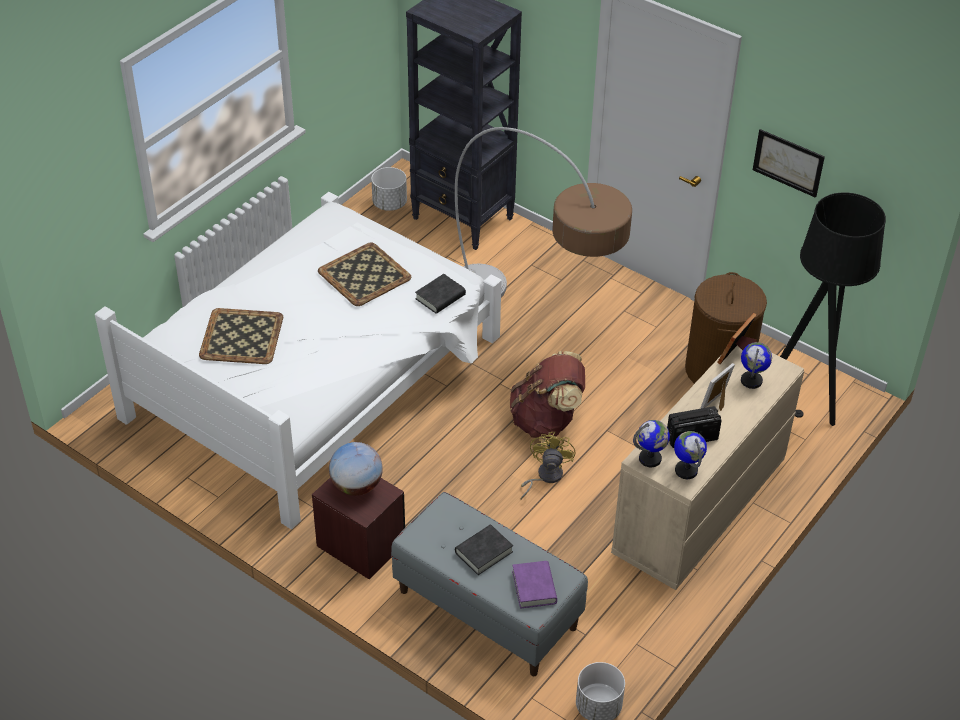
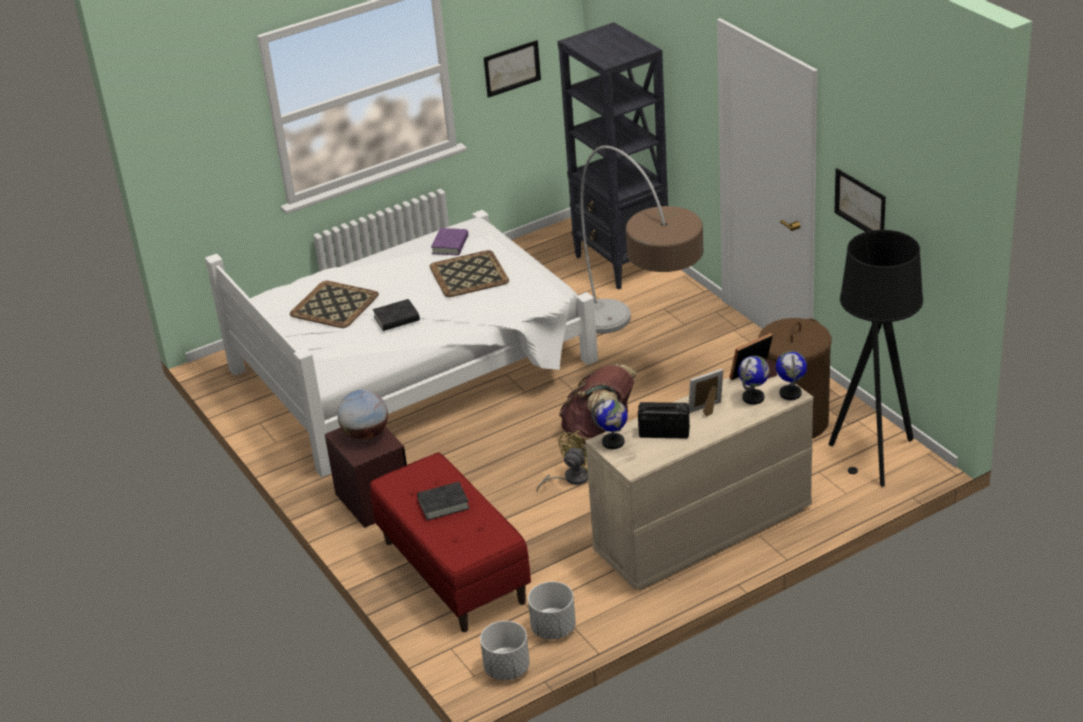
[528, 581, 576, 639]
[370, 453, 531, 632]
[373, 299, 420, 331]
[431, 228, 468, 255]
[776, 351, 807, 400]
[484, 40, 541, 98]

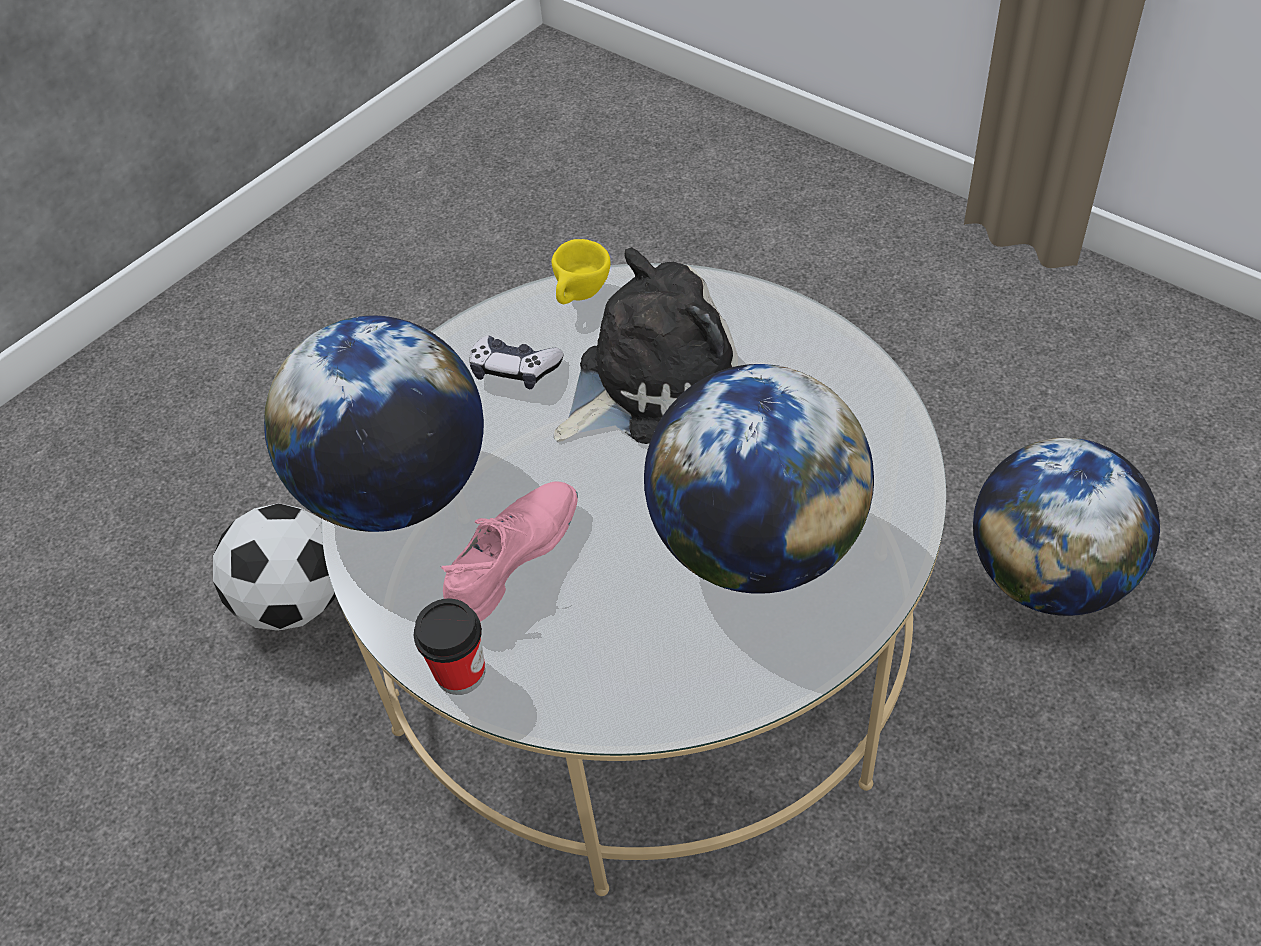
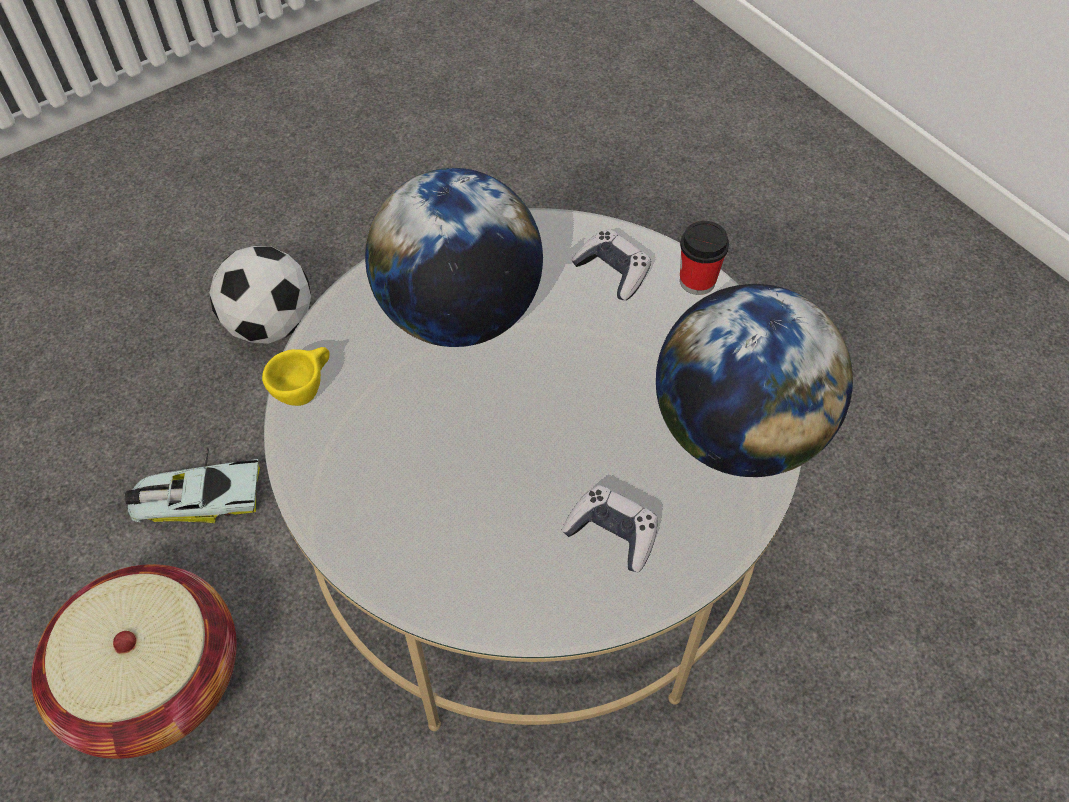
[209, 246, 311, 344]
[441, 481, 578, 622] (first image)
[262, 347, 330, 406]
[554, 247, 738, 444] (first image)
[125, 448, 260, 523]
[31, 564, 237, 759]
[571, 229, 651, 300]

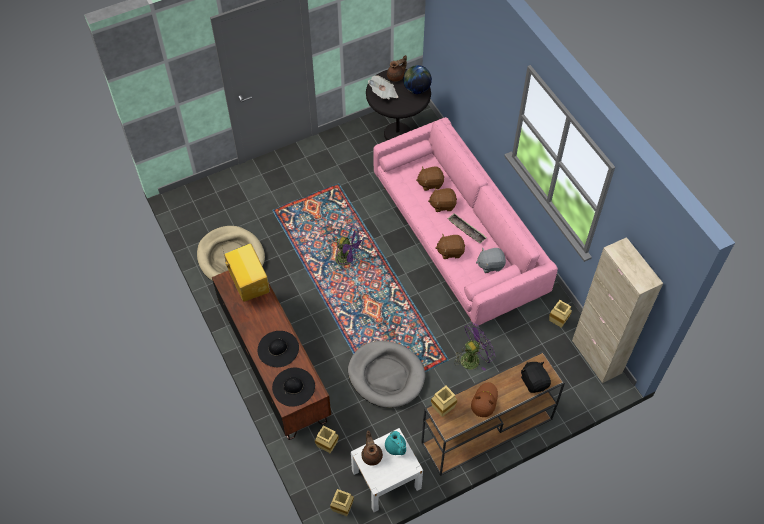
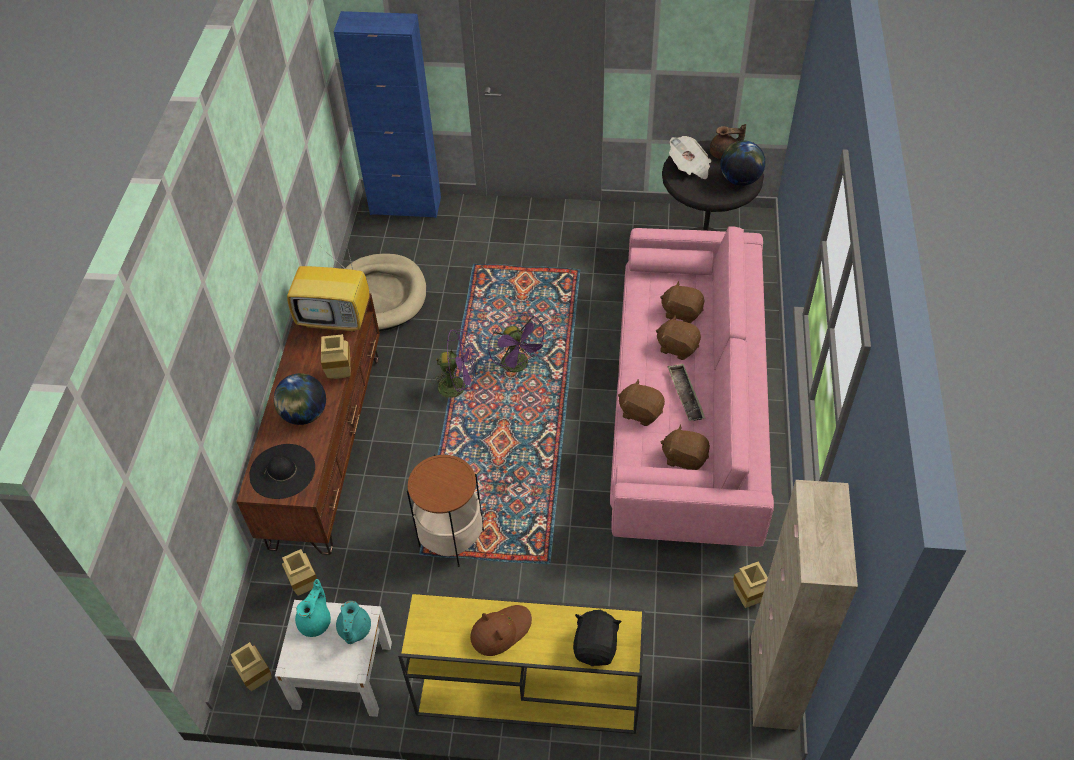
[287, 242, 369, 332]
[274, 373, 326, 425]
[407, 454, 484, 567]
[295, 579, 331, 637]
[398, 591, 645, 734]
[321, 334, 350, 379]
[430, 329, 476, 406]
[661, 424, 710, 470]
[334, 11, 441, 218]

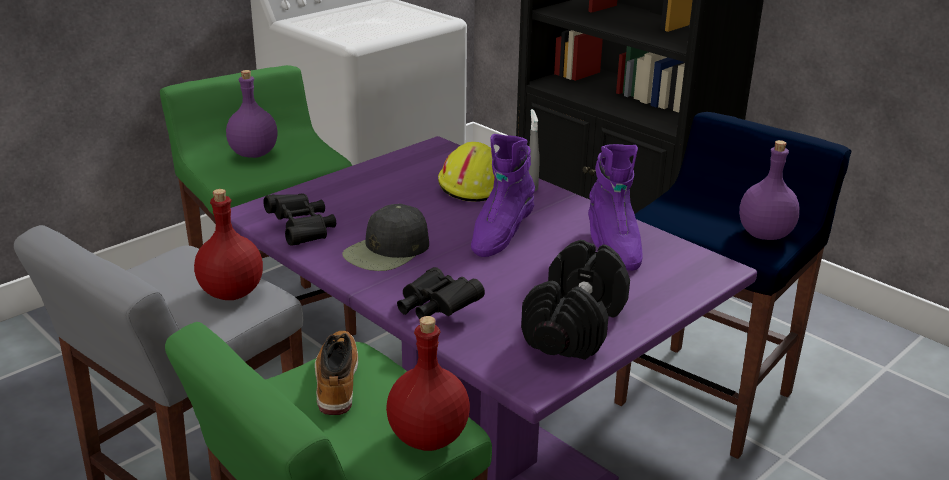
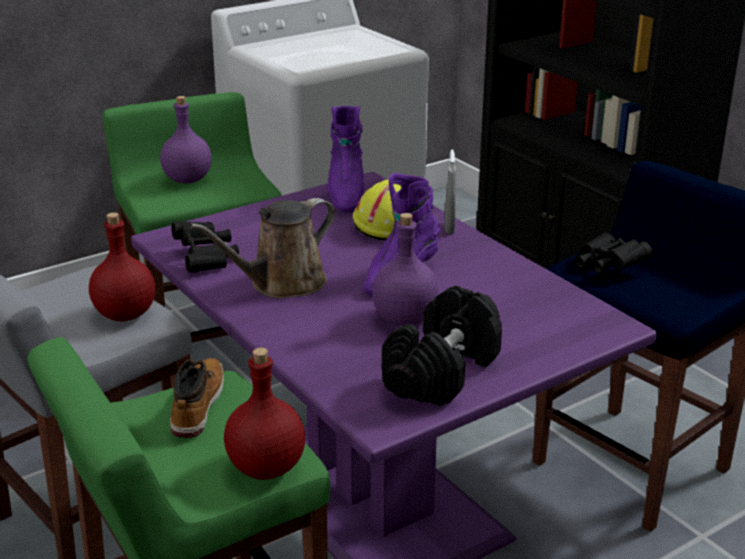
[189, 198, 335, 298]
[575, 233, 653, 273]
[327, 106, 364, 213]
[373, 213, 439, 326]

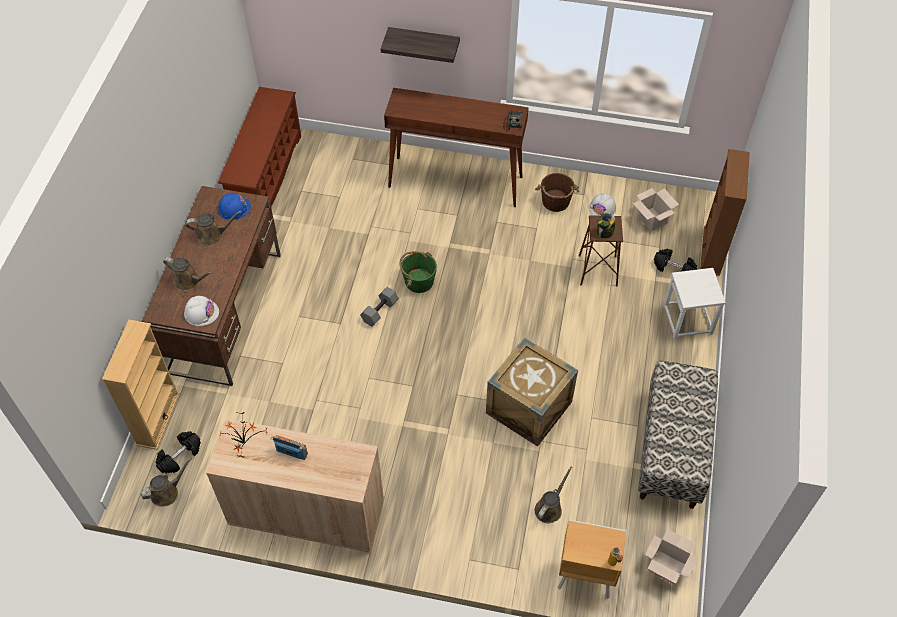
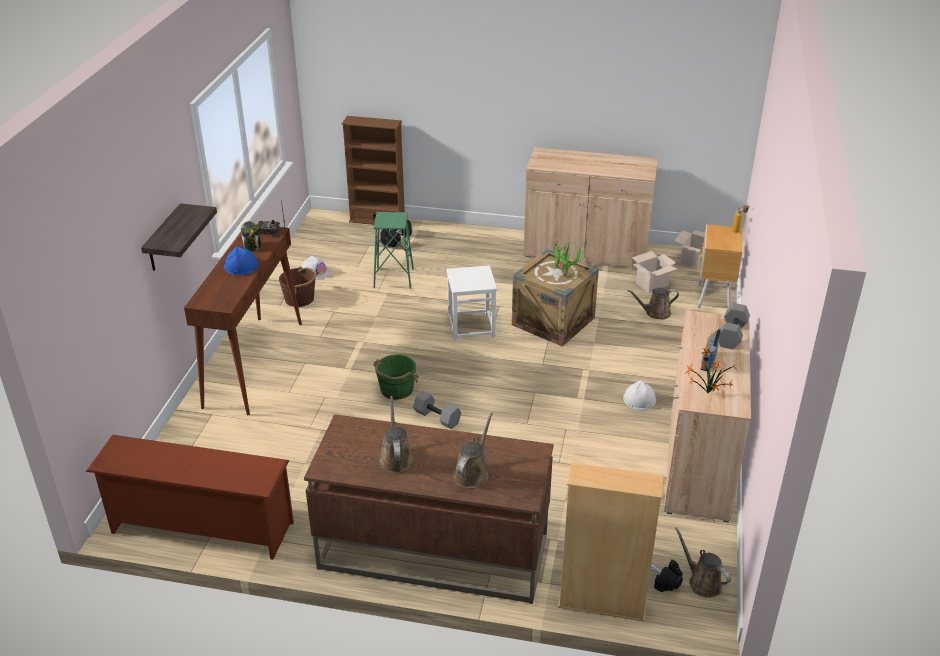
[623, 380, 656, 411]
[224, 246, 258, 275]
[627, 287, 679, 320]
[373, 212, 414, 289]
[241, 221, 261, 251]
[632, 251, 677, 293]
[523, 147, 658, 268]
[447, 265, 497, 341]
[552, 241, 585, 276]
[719, 303, 750, 350]

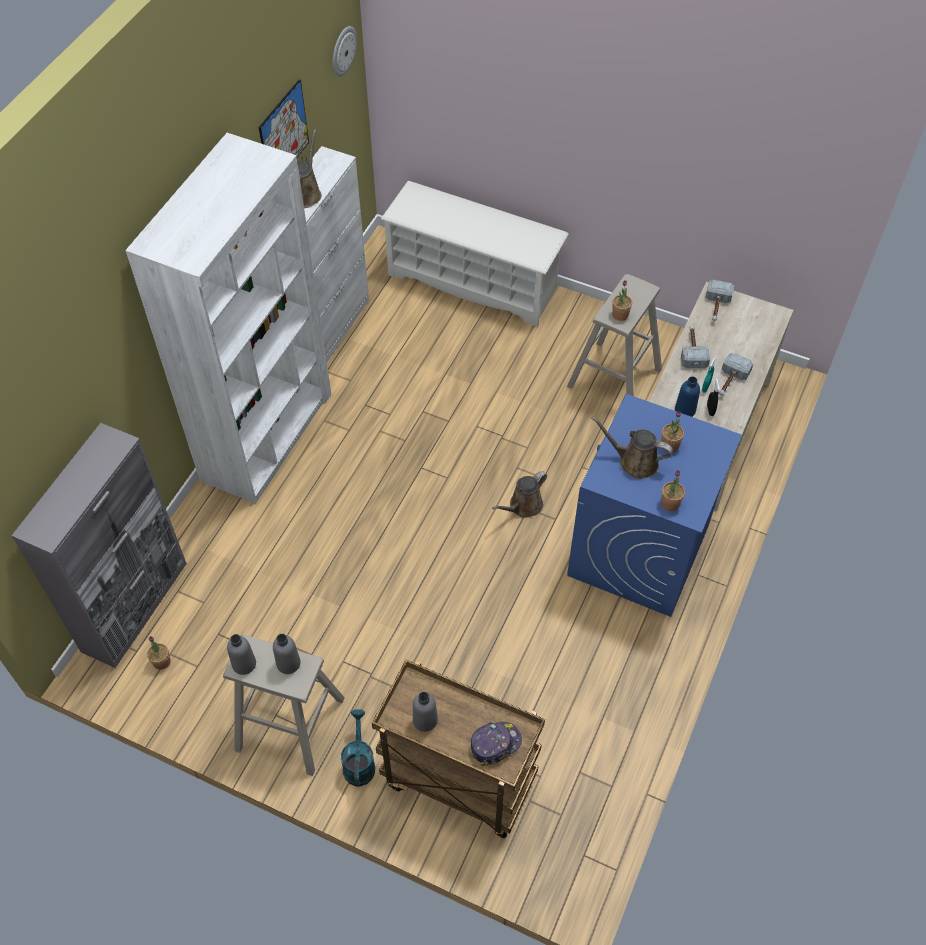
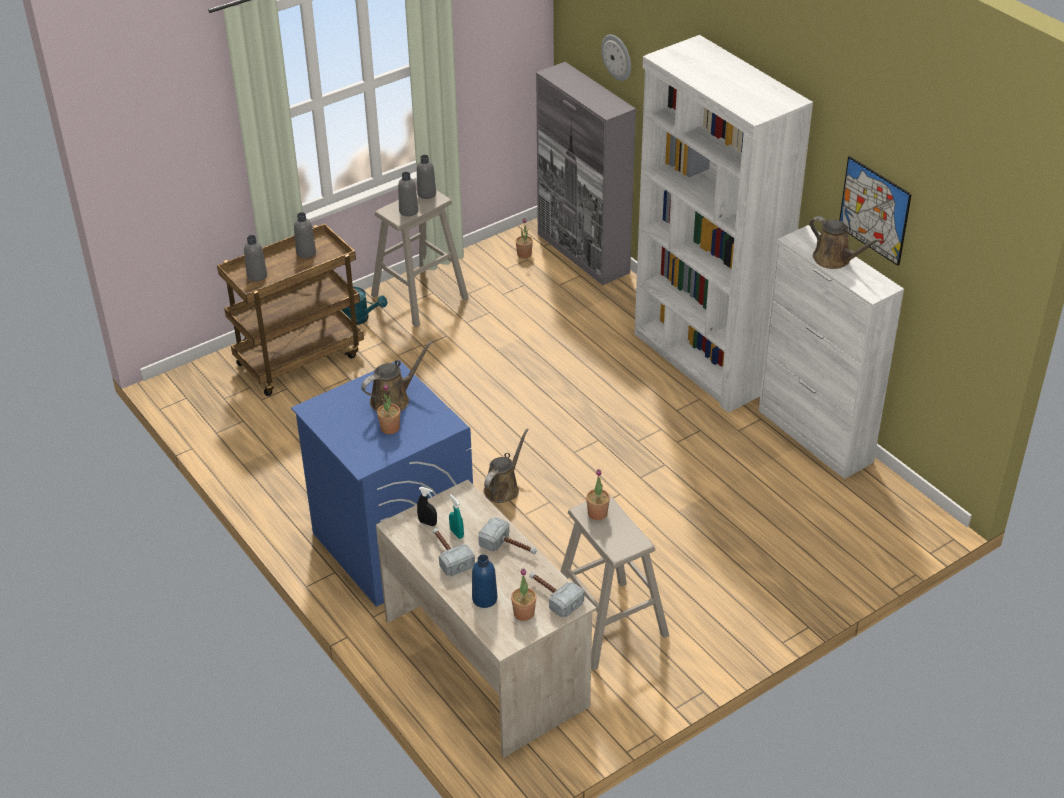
[601, 34, 631, 81]
[381, 181, 569, 327] (first image)
[244, 235, 267, 281]
[483, 428, 529, 503]
[511, 568, 536, 621]
[472, 555, 497, 608]

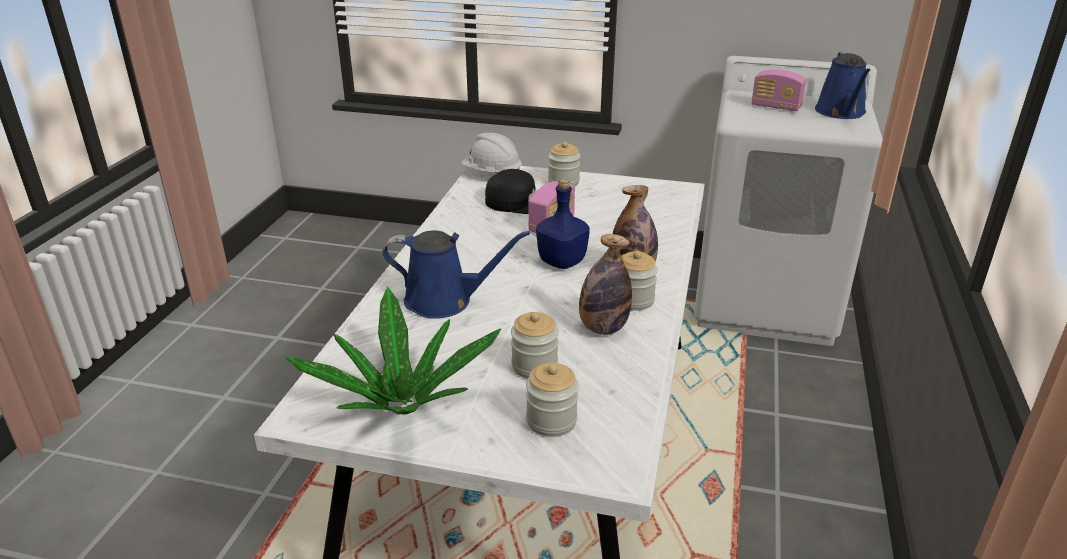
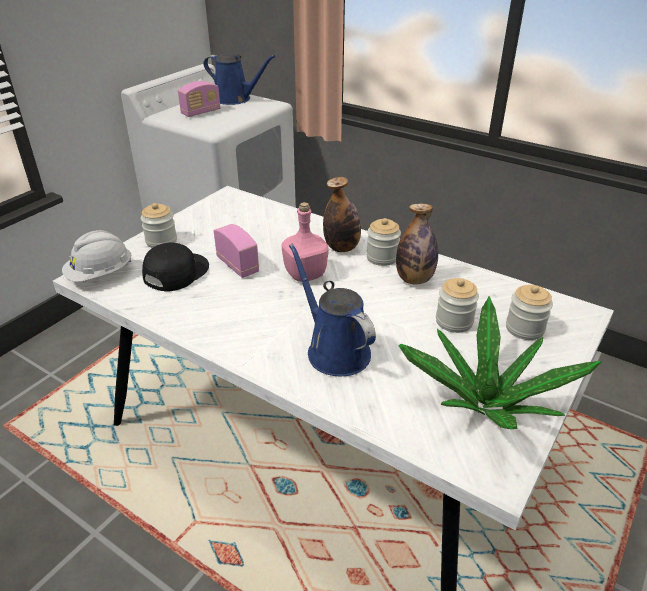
[289, 244, 376, 376]
[282, 202, 329, 282]

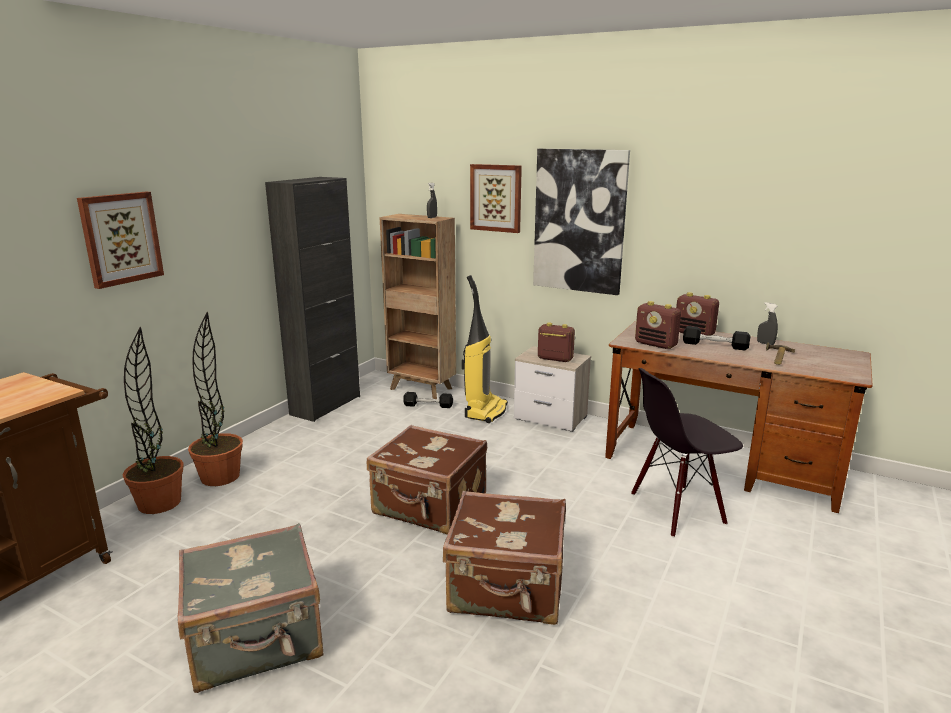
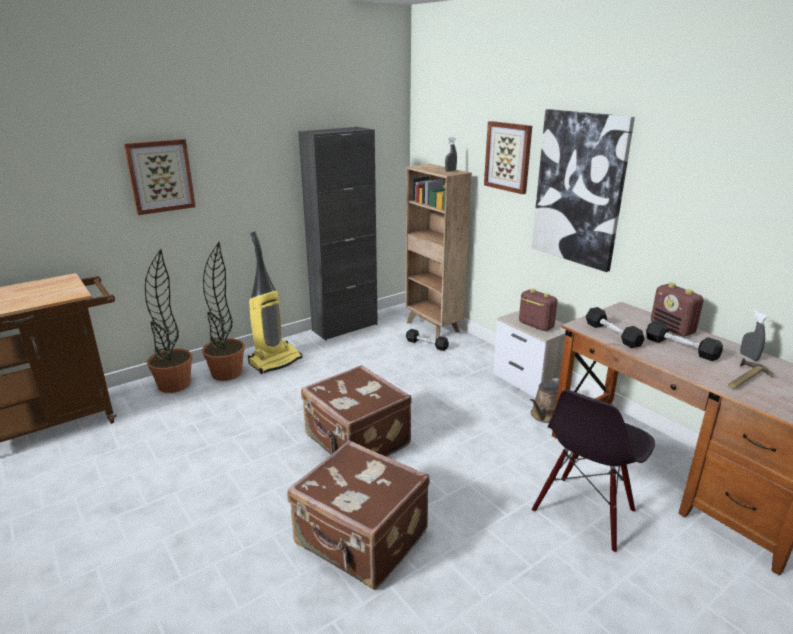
[178, 523, 324, 693] (first image)
[248, 231, 302, 374]
[532, 390, 655, 553]
[586, 307, 645, 348]
[530, 378, 559, 423]

